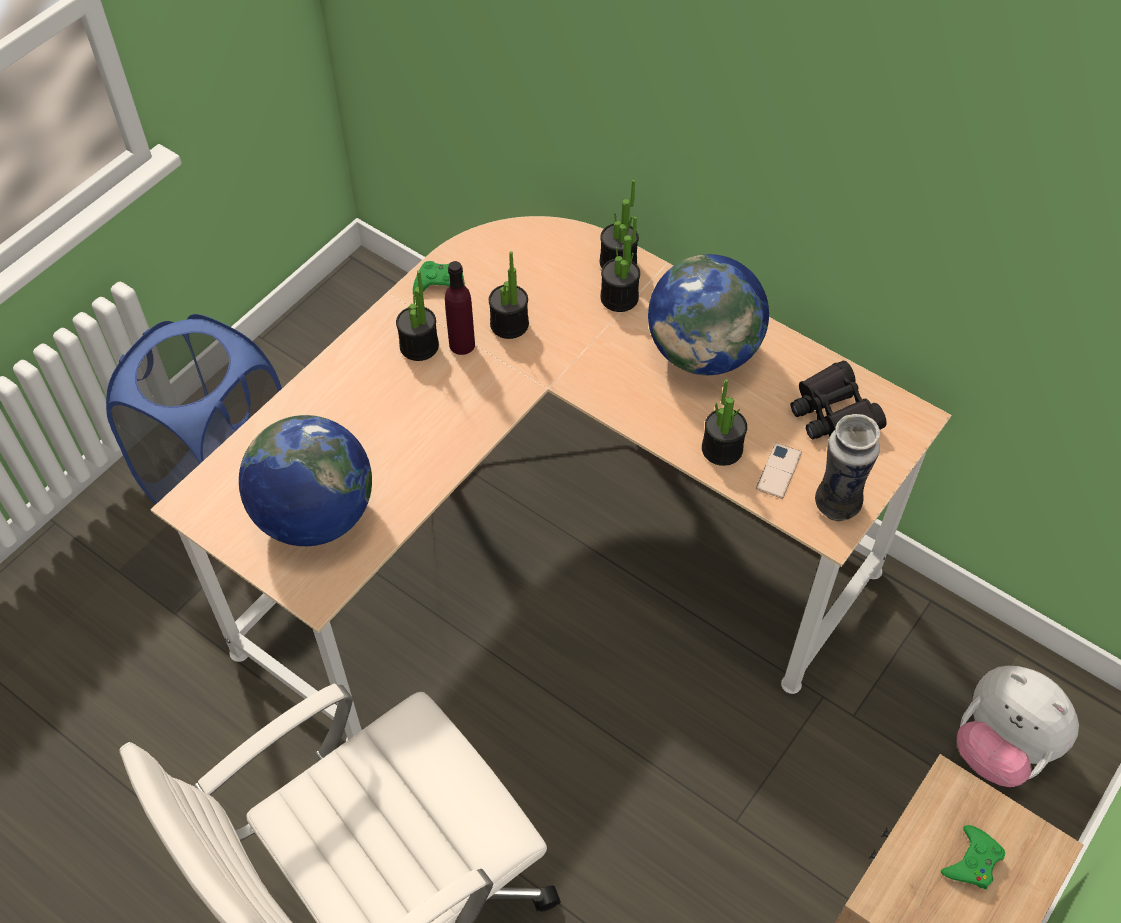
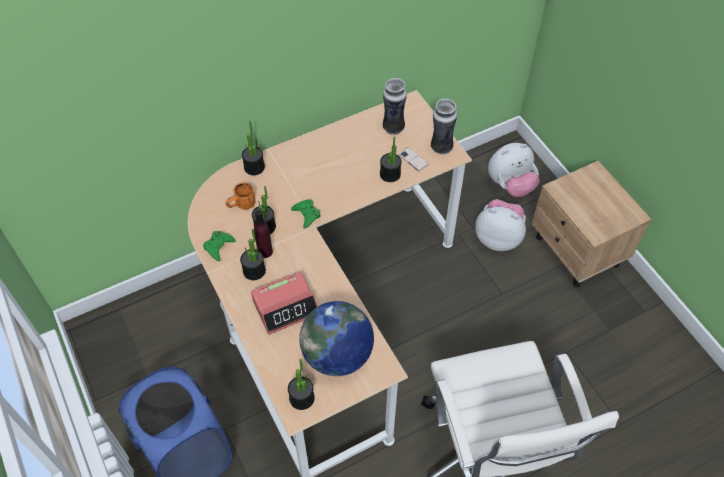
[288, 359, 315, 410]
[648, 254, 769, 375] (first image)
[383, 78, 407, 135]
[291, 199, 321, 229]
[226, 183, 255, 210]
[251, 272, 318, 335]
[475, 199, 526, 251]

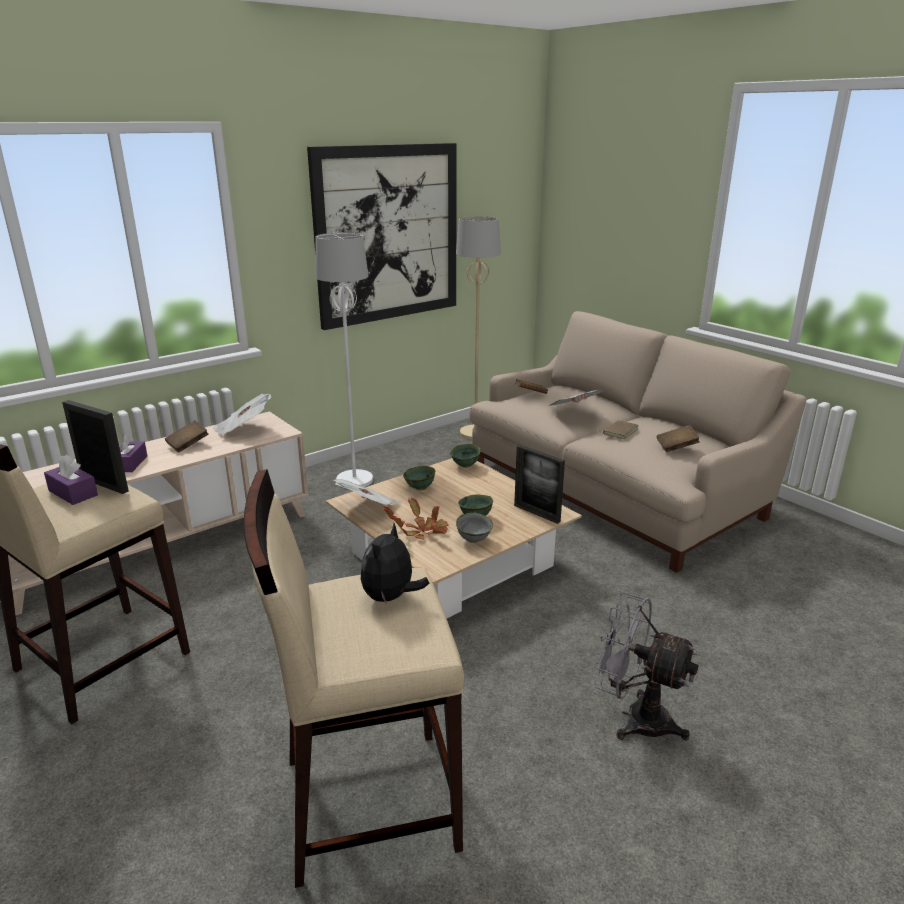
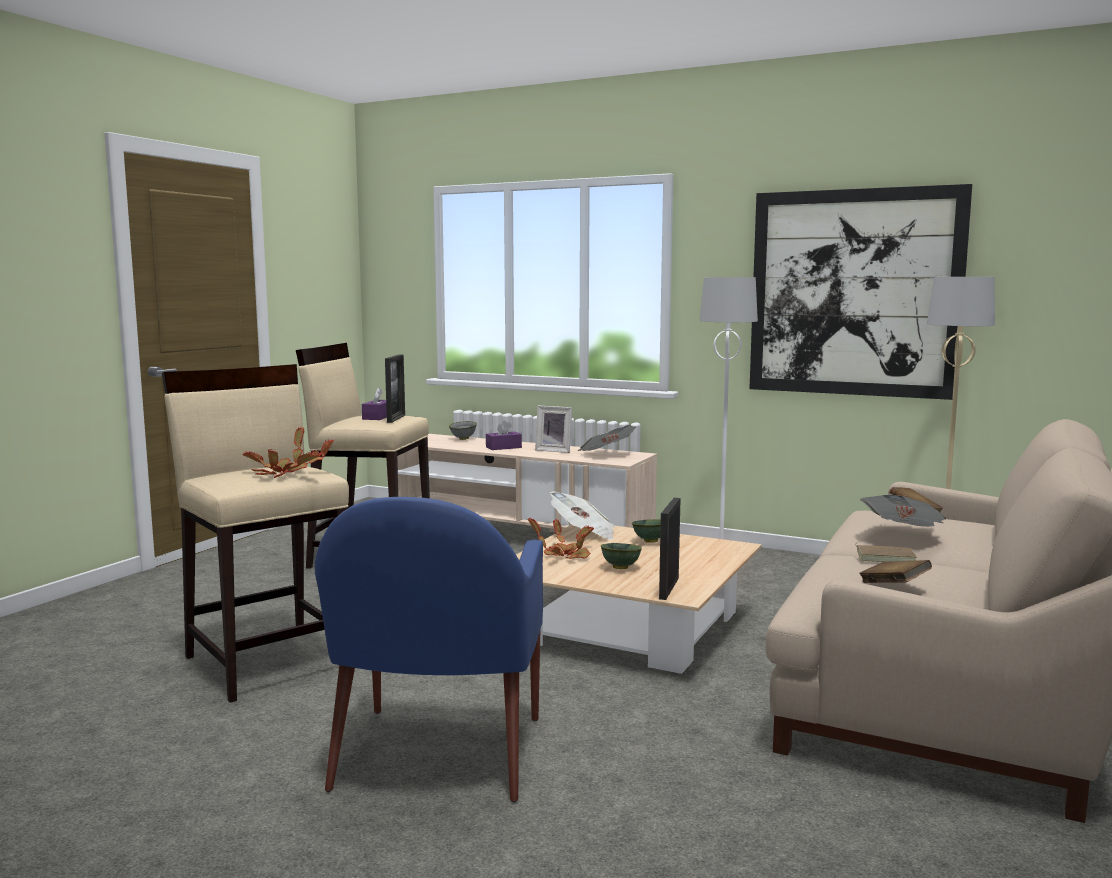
[535, 405, 572, 453]
[242, 426, 334, 478]
[450, 444, 481, 468] (first image)
[449, 421, 477, 440]
[315, 497, 543, 802]

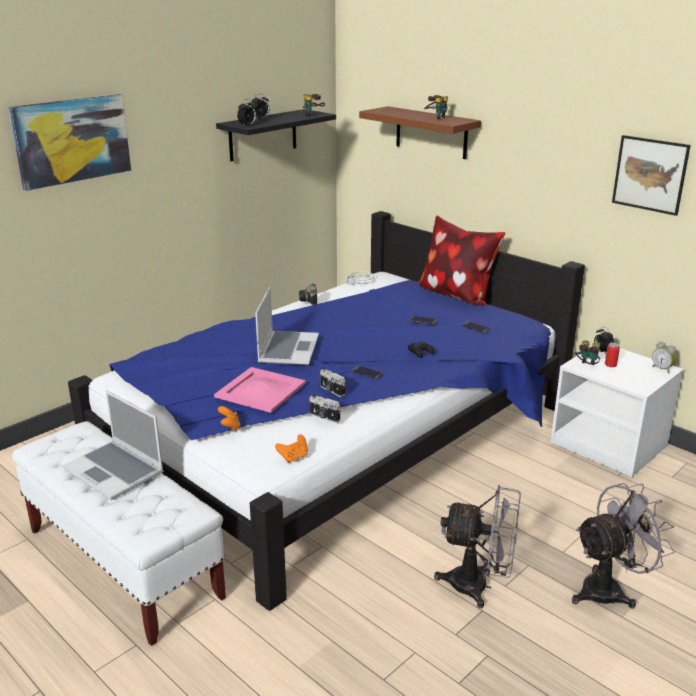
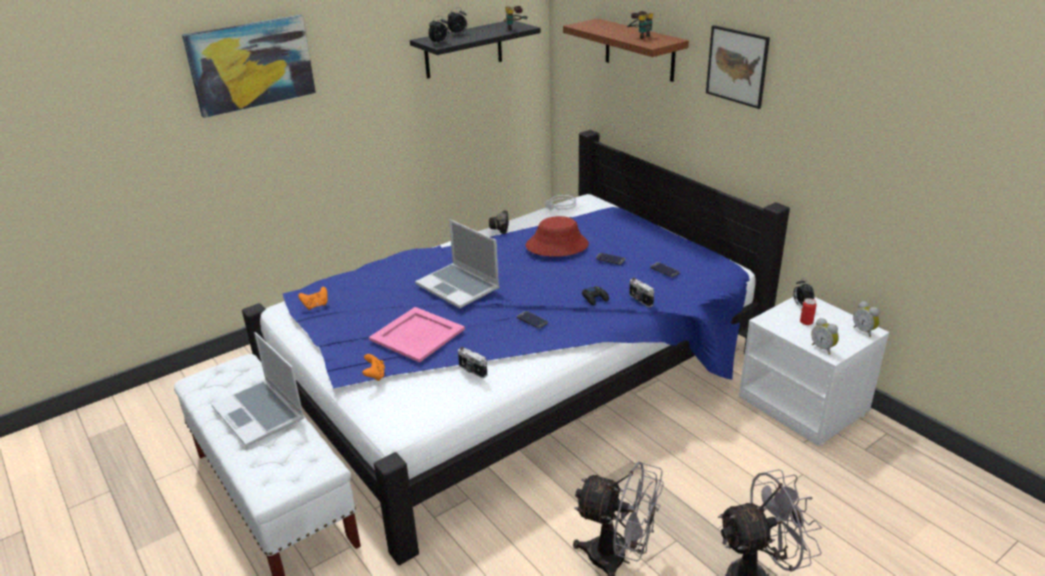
[415, 219, 499, 308]
[298, 287, 328, 310]
[629, 278, 654, 307]
[418, 216, 505, 305] (first image)
[575, 340, 600, 365] (first image)
[706, 25, 770, 109]
[526, 216, 589, 257]
[811, 318, 839, 355]

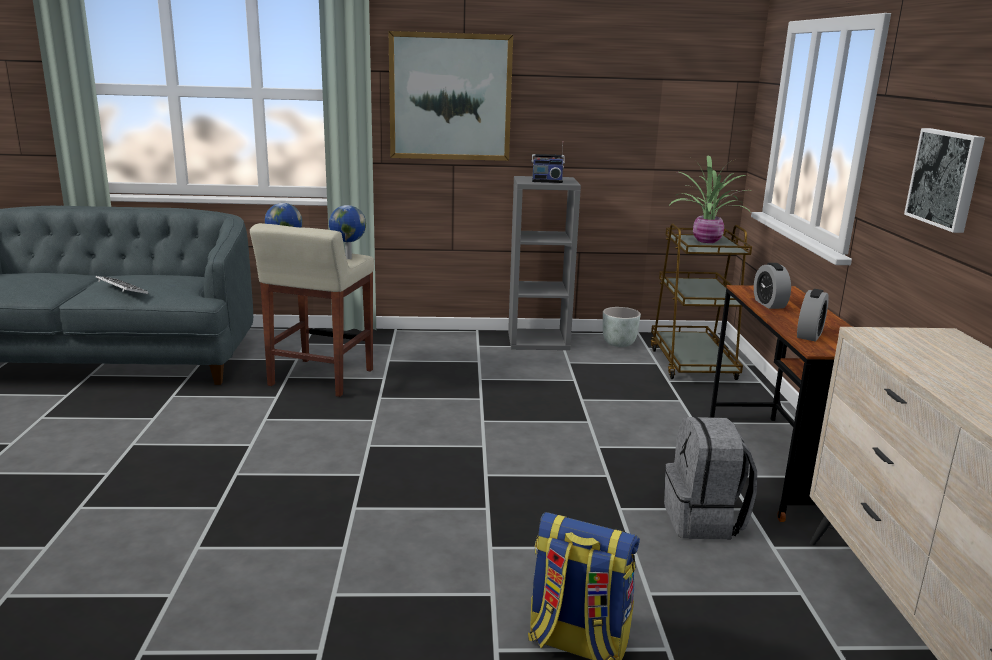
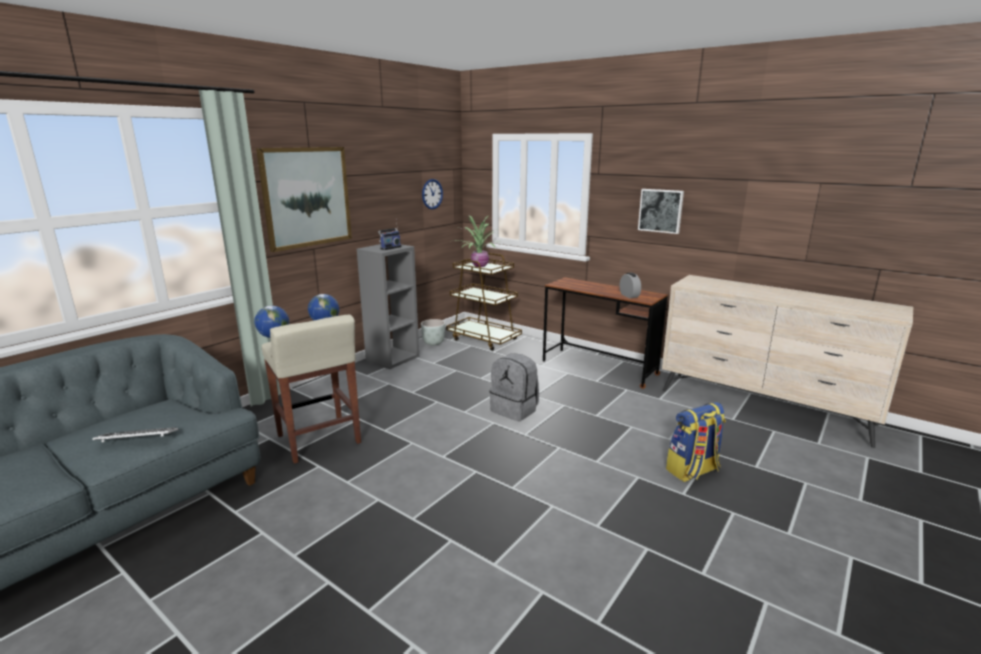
[490, 353, 539, 421]
[754, 263, 791, 309] (first image)
[422, 179, 443, 209]

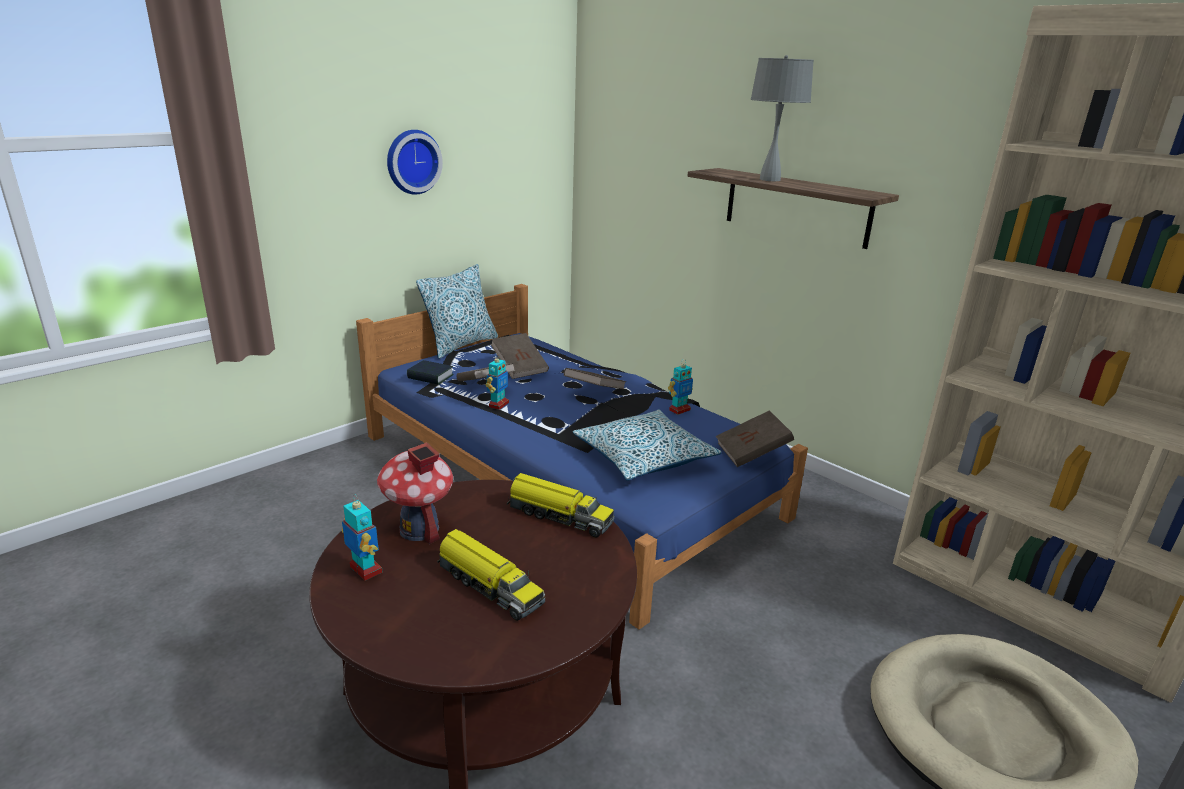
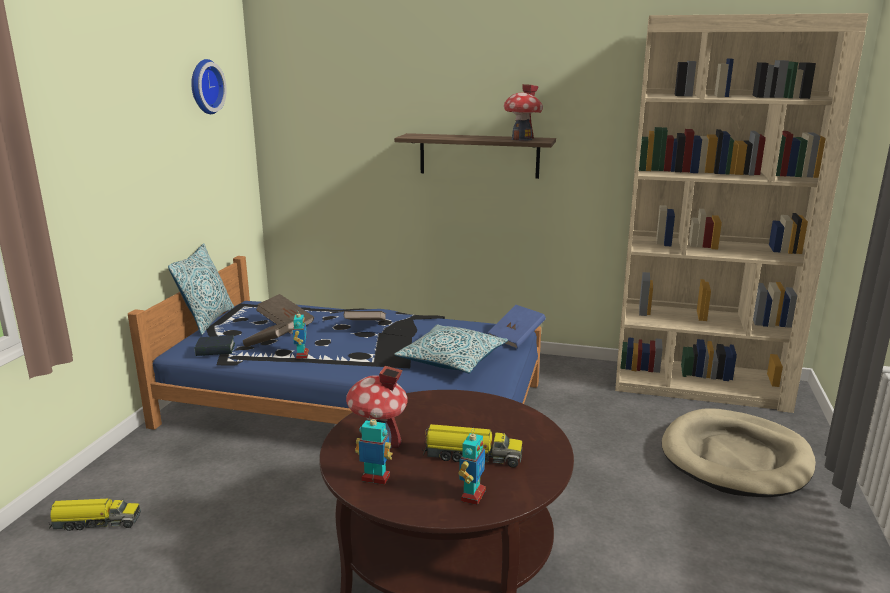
[191, 59, 227, 114]
[49, 499, 141, 531]
[458, 427, 486, 505]
[488, 305, 546, 349]
[751, 55, 814, 181] (first image)
[504, 84, 543, 141]

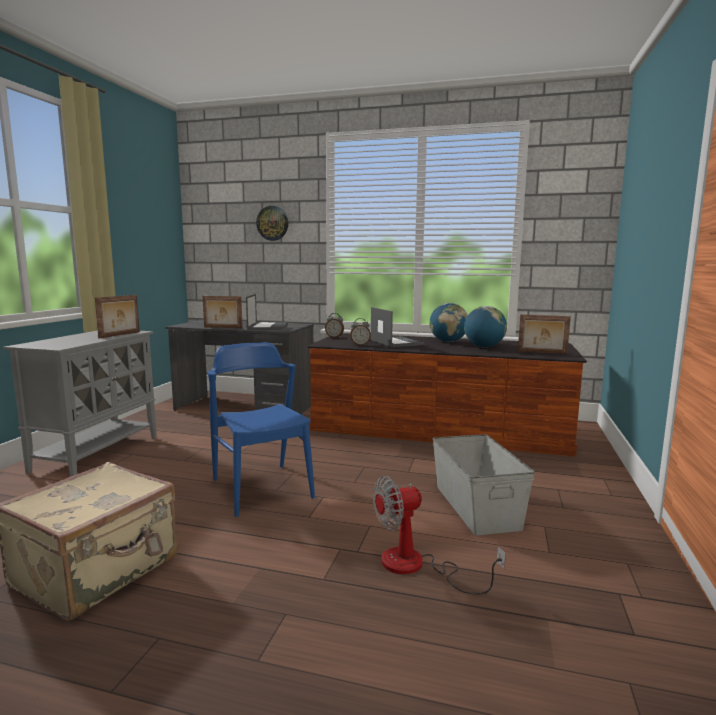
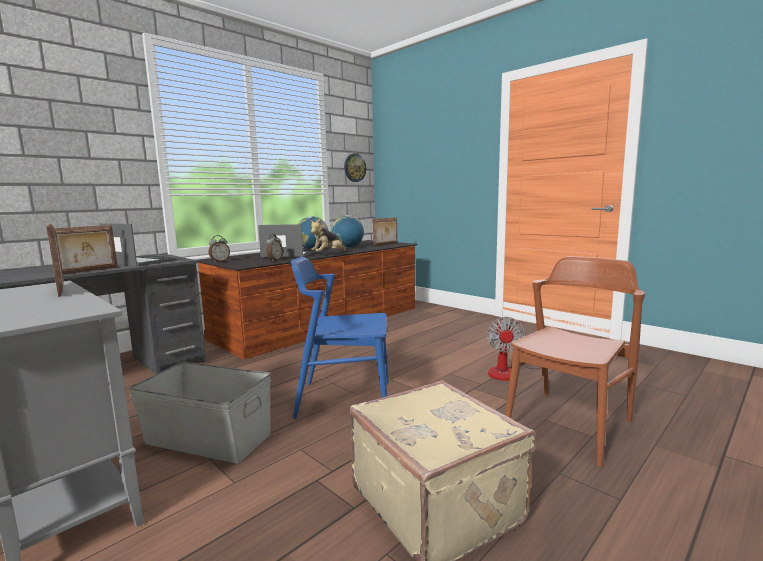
[344, 153, 366, 182]
[129, 362, 271, 464]
[309, 219, 348, 252]
[505, 256, 645, 467]

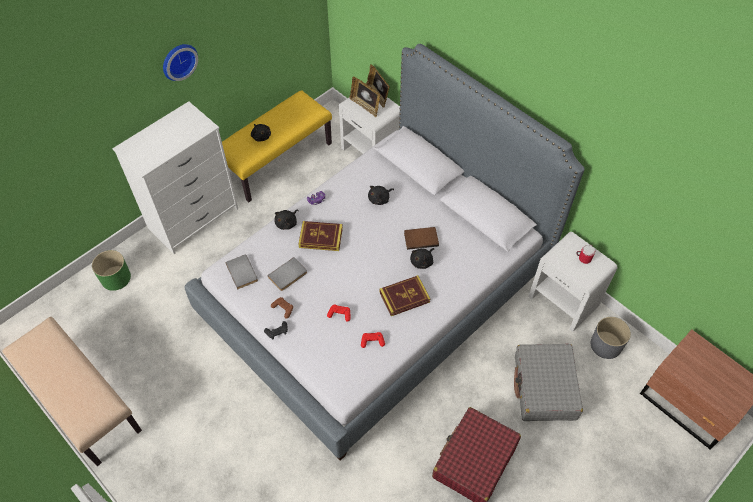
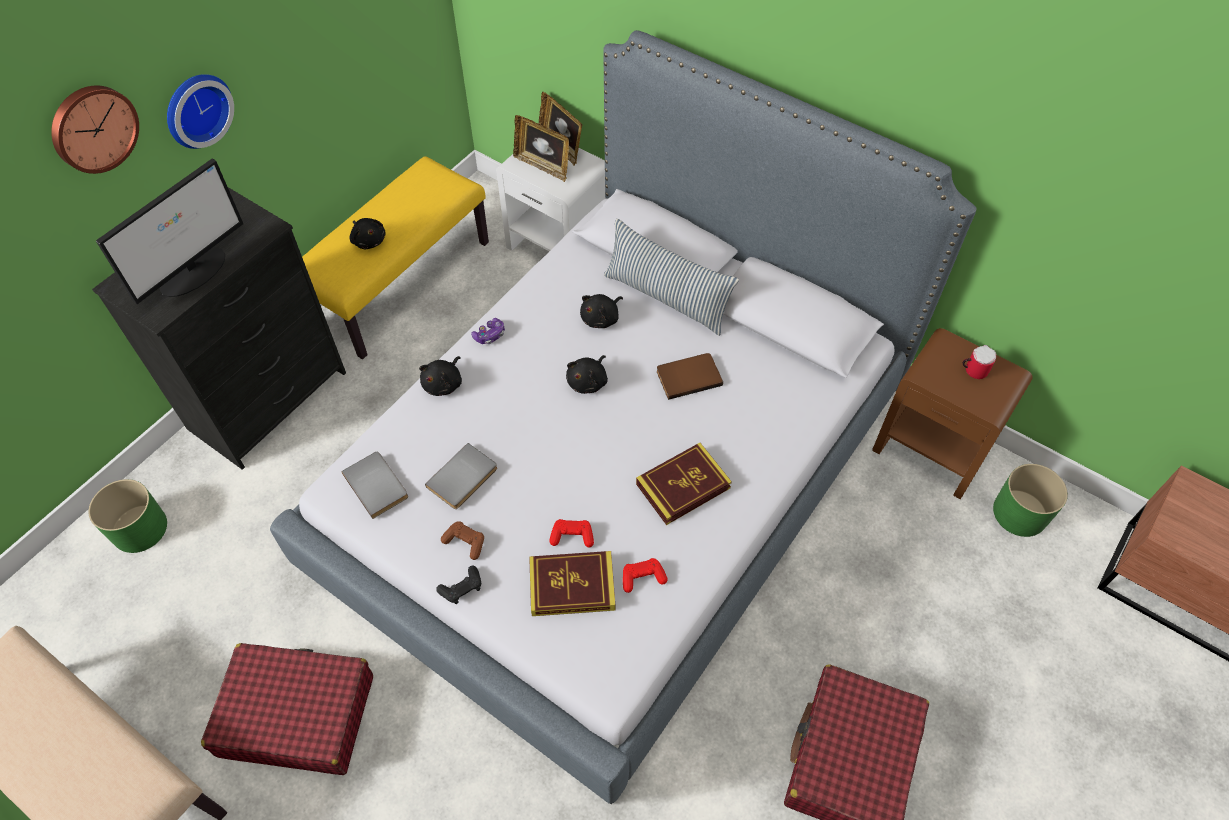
[92, 187, 346, 470]
[529, 551, 615, 616]
[566, 355, 608, 394]
[514, 344, 583, 421] (first image)
[872, 328, 1033, 499]
[993, 464, 1068, 537]
[51, 85, 139, 174]
[96, 158, 243, 304]
[201, 643, 373, 775]
[604, 219, 739, 336]

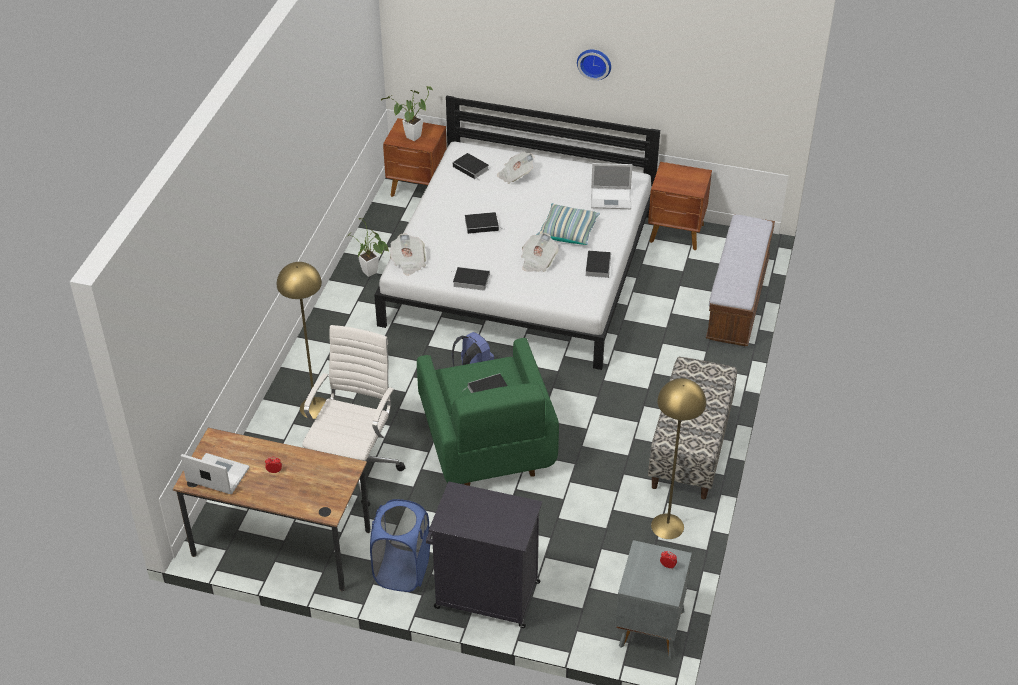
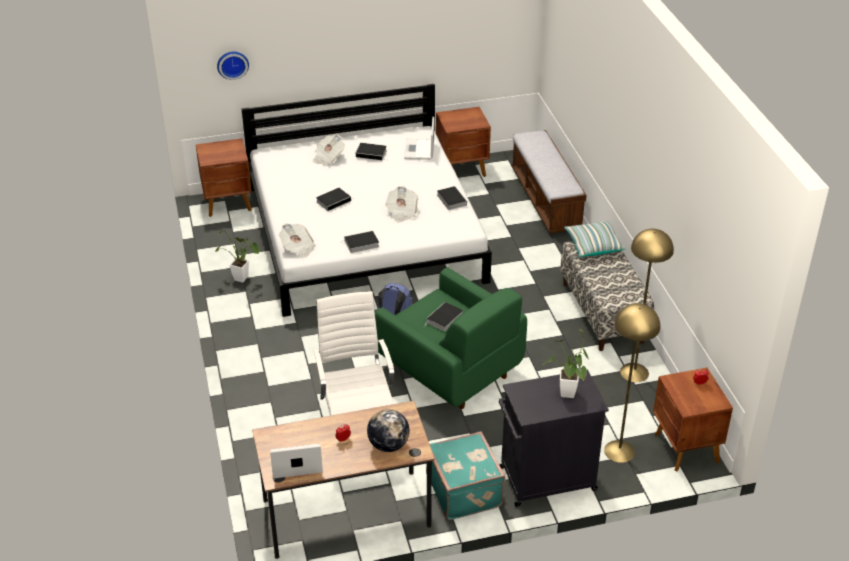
[604, 303, 660, 463]
[426, 431, 506, 520]
[541, 329, 589, 398]
[356, 143, 387, 160]
[564, 221, 626, 257]
[217, 51, 249, 80]
[404, 117, 434, 160]
[653, 368, 733, 472]
[367, 409, 410, 452]

